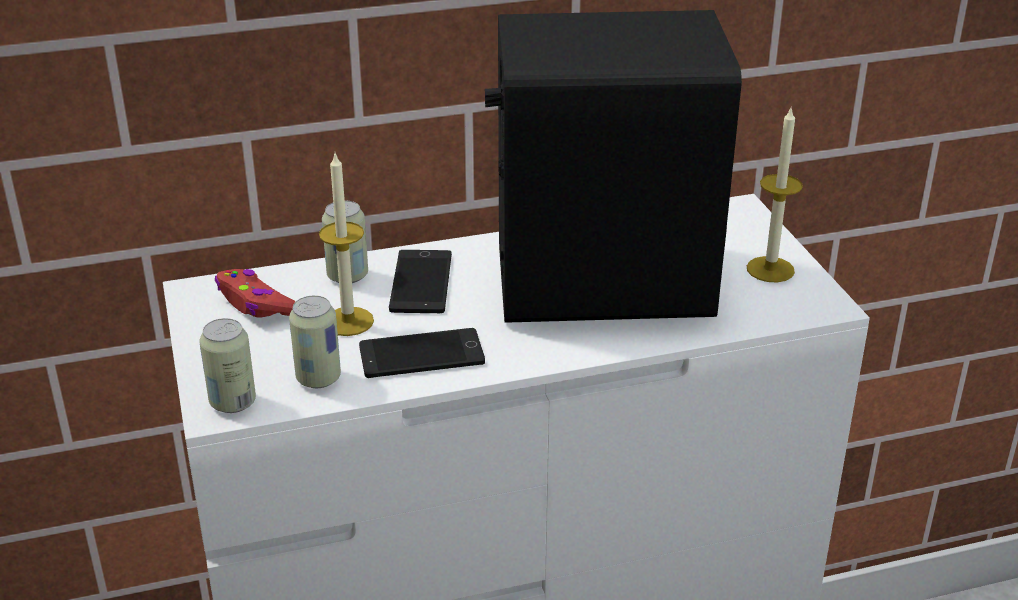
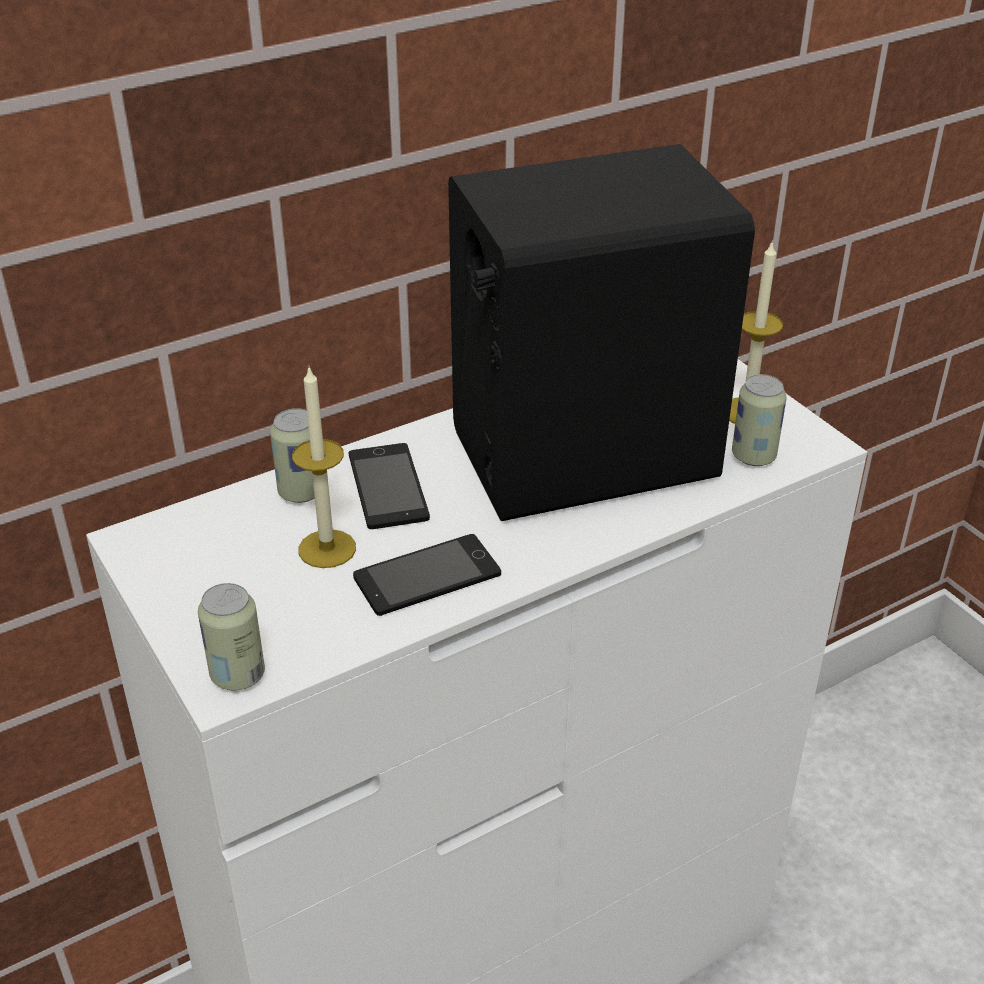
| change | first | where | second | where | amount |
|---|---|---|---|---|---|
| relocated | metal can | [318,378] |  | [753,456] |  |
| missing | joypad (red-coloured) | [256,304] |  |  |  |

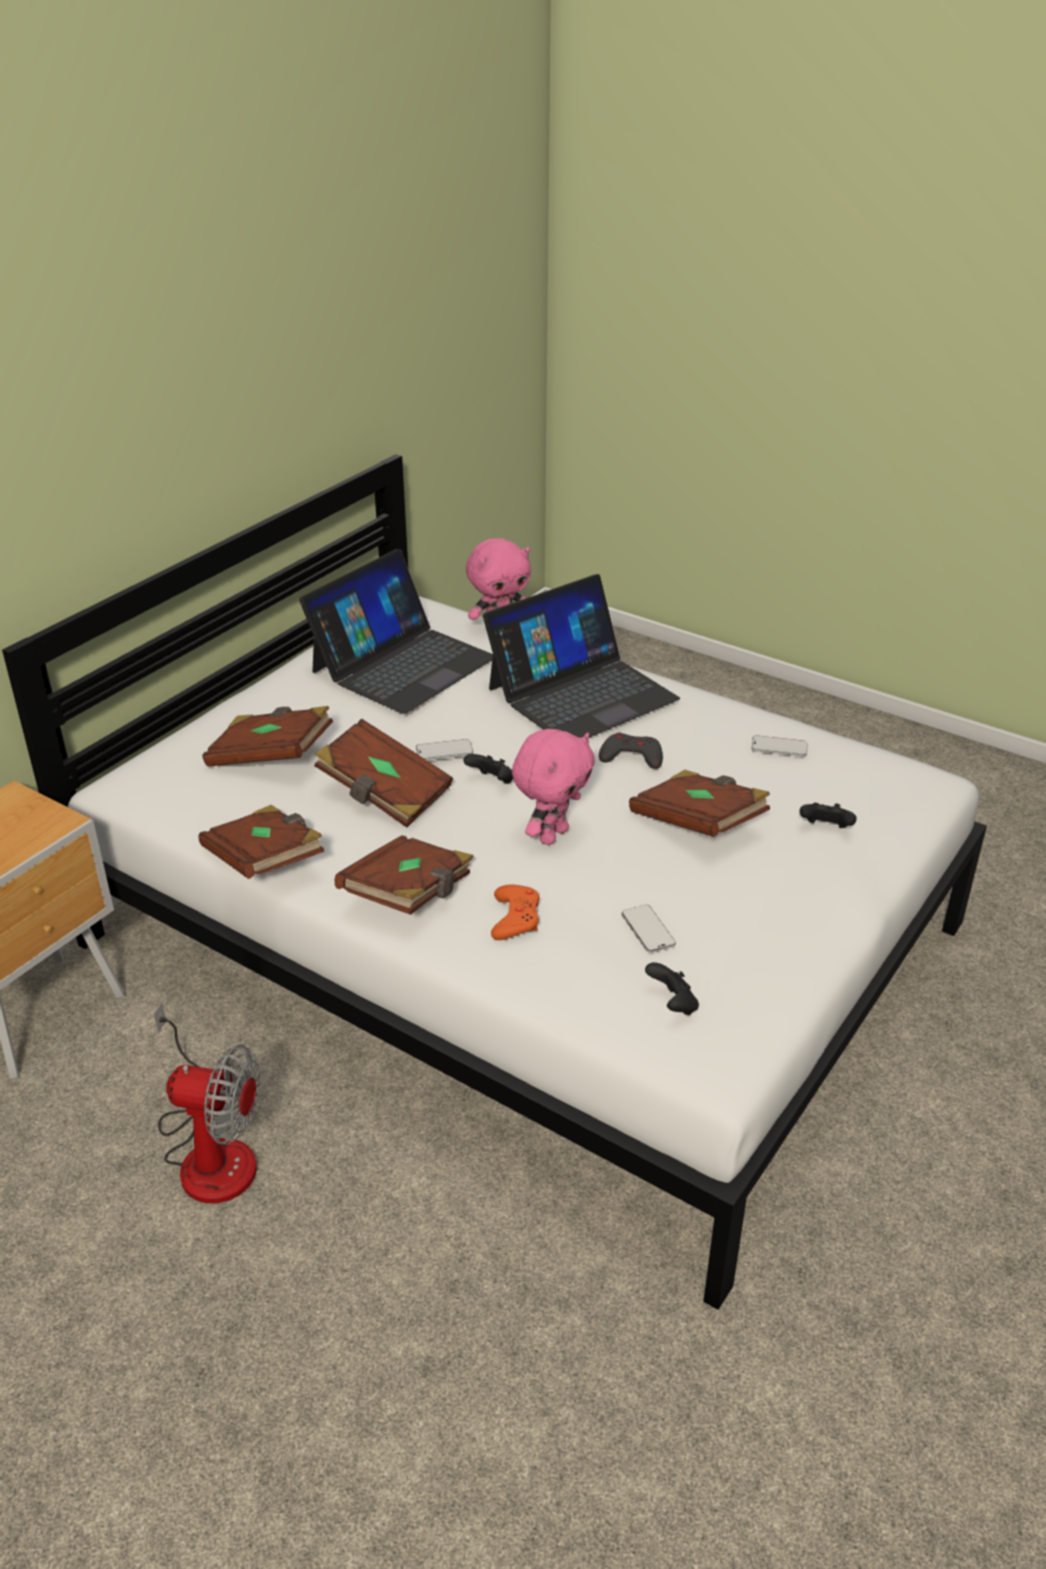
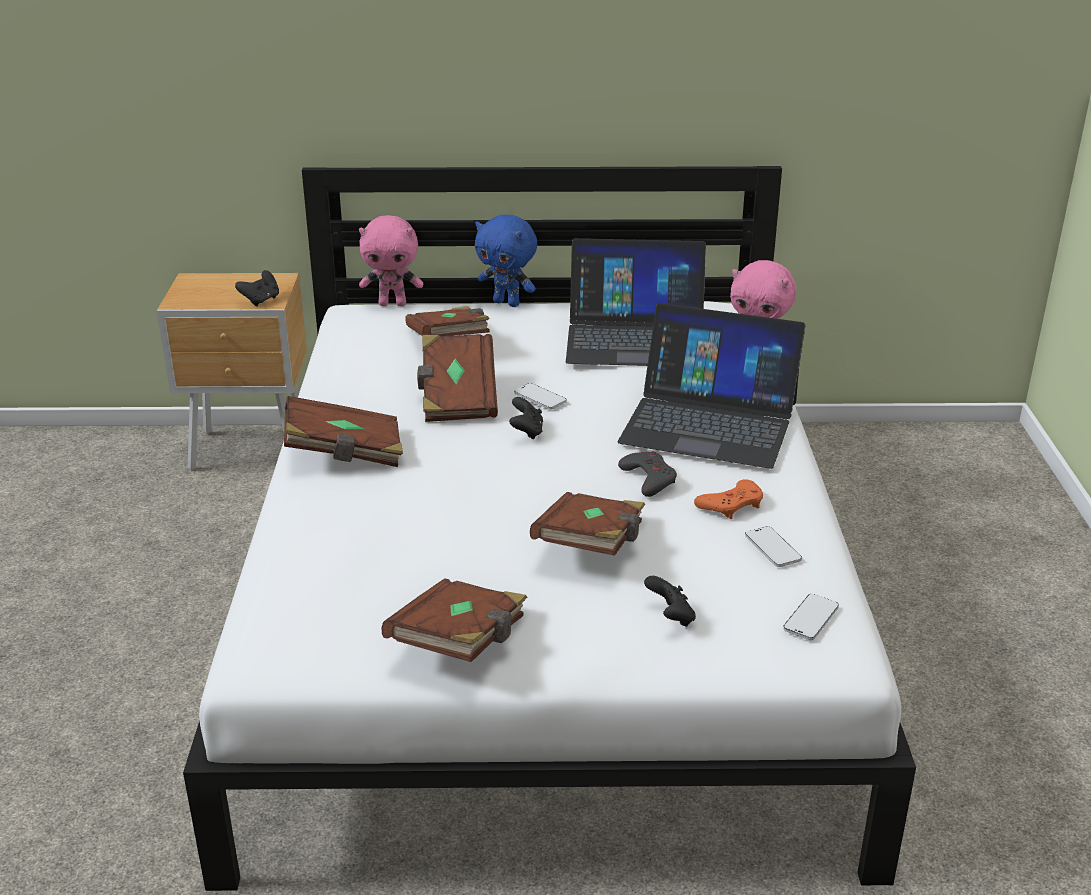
| change | first | where | second | where | amount |
|---|---|---|---|---|---|
| relocated | joypad (black) | [672,1004] |  | [261,300] |  |
| relocated | plush toy (pinkish) | [552,835] |  | [393,304] |  |
| relocated | book (brown) | [265,862] |  | [461,643] |  |
| appeared |  |  | plush toy (bluish) | [507,303] |  |
| relocated | joypad (orange-coloured) | [515,917] |  | [731,505] |  |
| relocated | telephone | [648,930] |  | [811,619] |  |
| missing | cooling fan | [211,1150] |  |  |  |

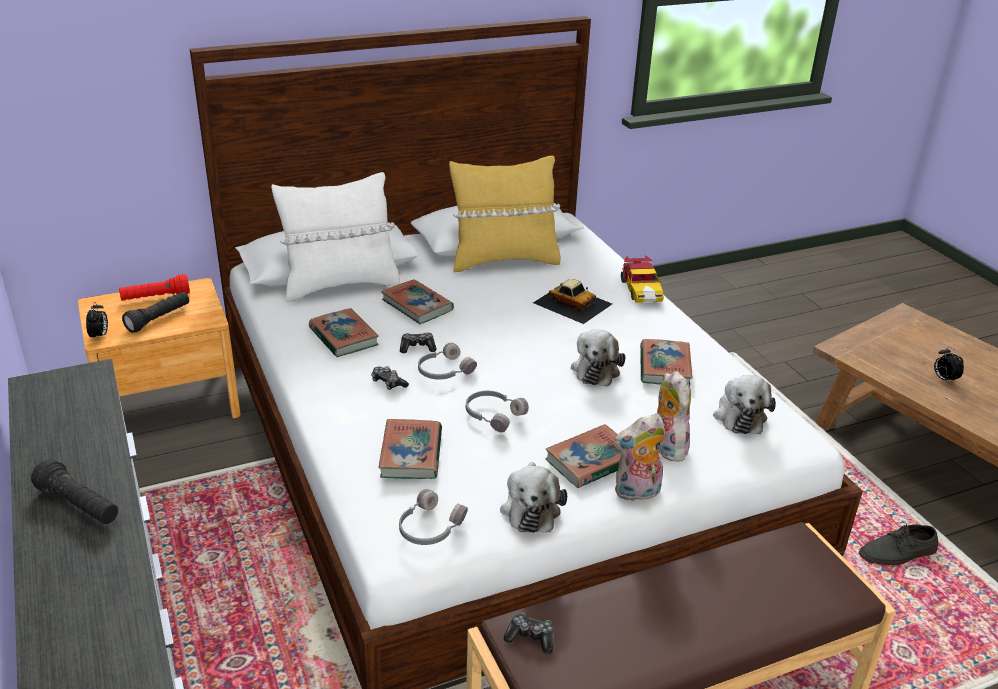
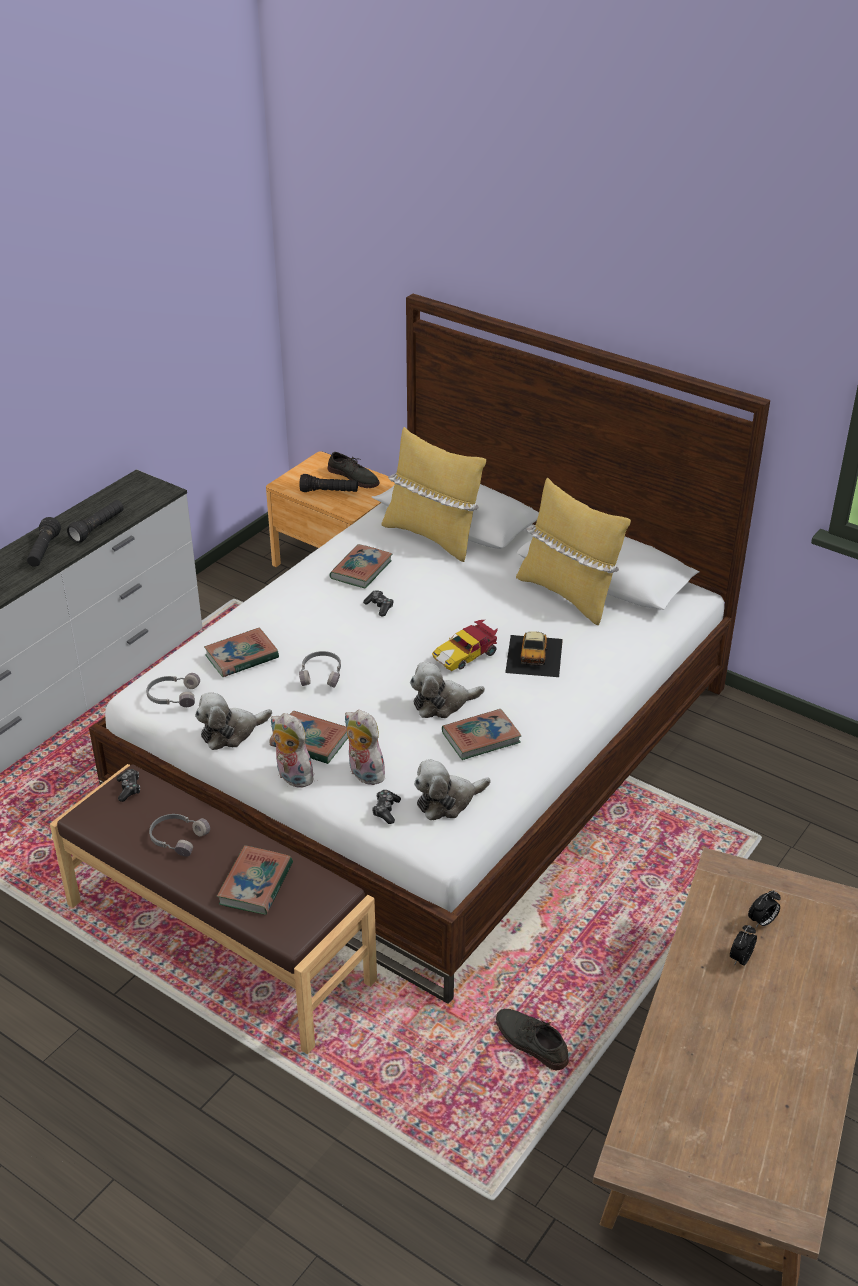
| change | first | where | second | where | amount |
|---|---|---|---|---|---|
| appeared |  |  | torch (black) | [98,528] |  |
| relocated | pair of headphones (greyish) | [444,370] |  | [177,838] |  |
| relocated | book | [417,305] |  | [255,884] |  |
| exchanged | torch (red-coloured) | [156,298] | low shoe (greyish) | [354,477] |  |
| spun | plush toy | [666,447] |  | [363,774] | 90 degrees counterclockwise |
| relocated | joypad | [388,383] |  | [386,810] |  |
| colour | throw pillow (white) | [340,285] | throw pillow (yellow) | [432,536] |  |
| relocated | miniature car | [641,290] |  | [466,655] |  |
| relocated | alarm clock | [100,336] |  | [762,922] |  |

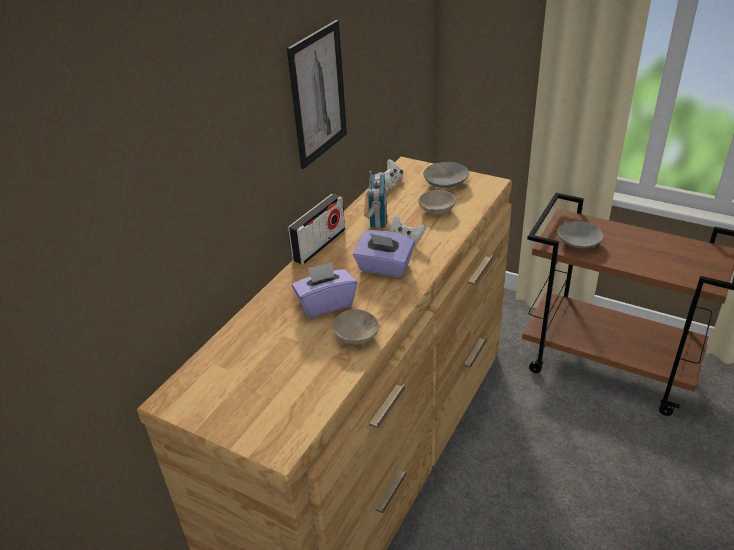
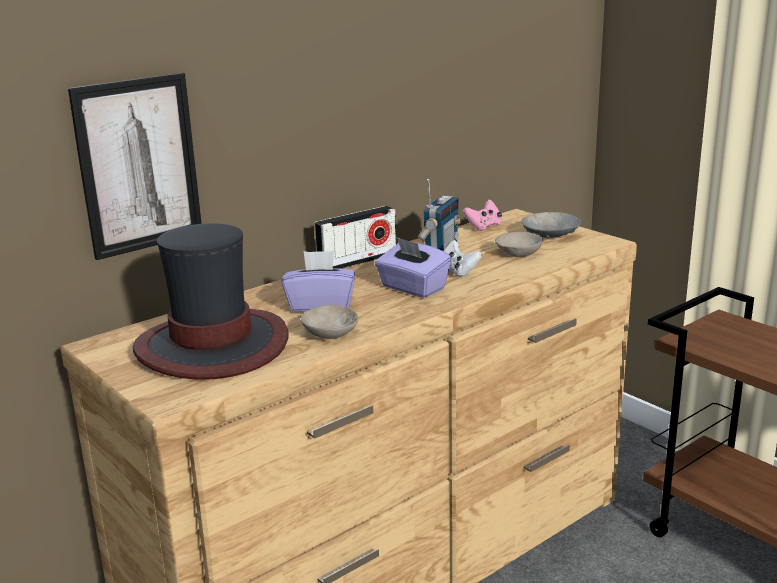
| change | first | where | second | where | amount |
|---|---|---|---|---|---|
| relocated | wall art | [318,95] |  | [138,165] |  |
| appeared |  |  | hat | [213,346] |  |
| colour | joypad (white) | [390,183] | joypad (pinkish) | [483,227] |  |
| missing | bowl (greyish) | [578,242] |  |  |  |

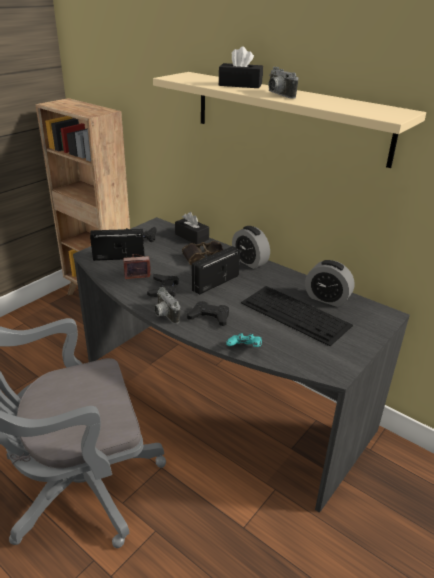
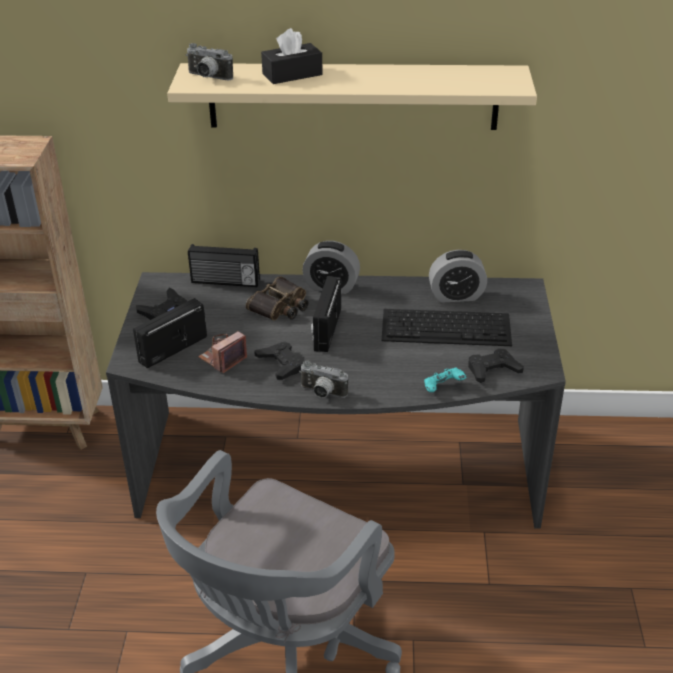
| change | first | where | second | where | amount |
|---|---|---|---|---|---|
| relocated | photo camera | [277,95] |  | [208,77] |  |
| exchanged | tissue box (black) | [191,237] | radio set | [225,282] |  |
| relocated | joypad (black) | [209,317] |  | [493,370] |  |

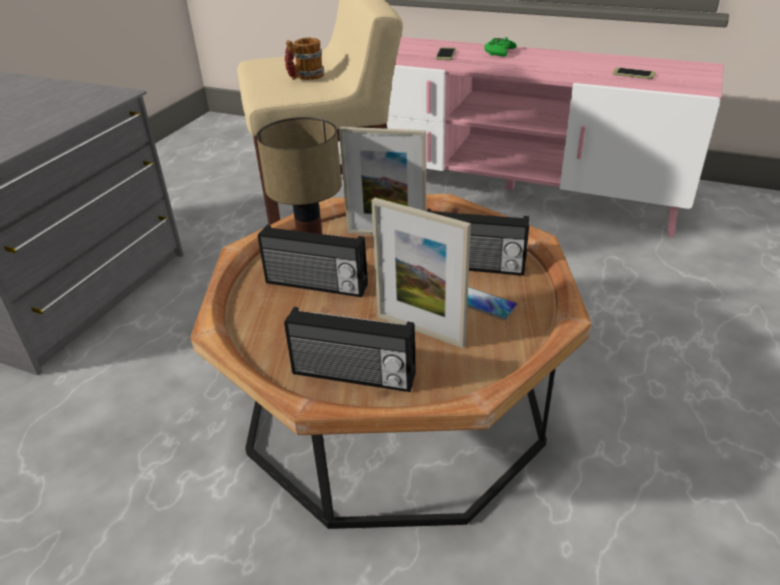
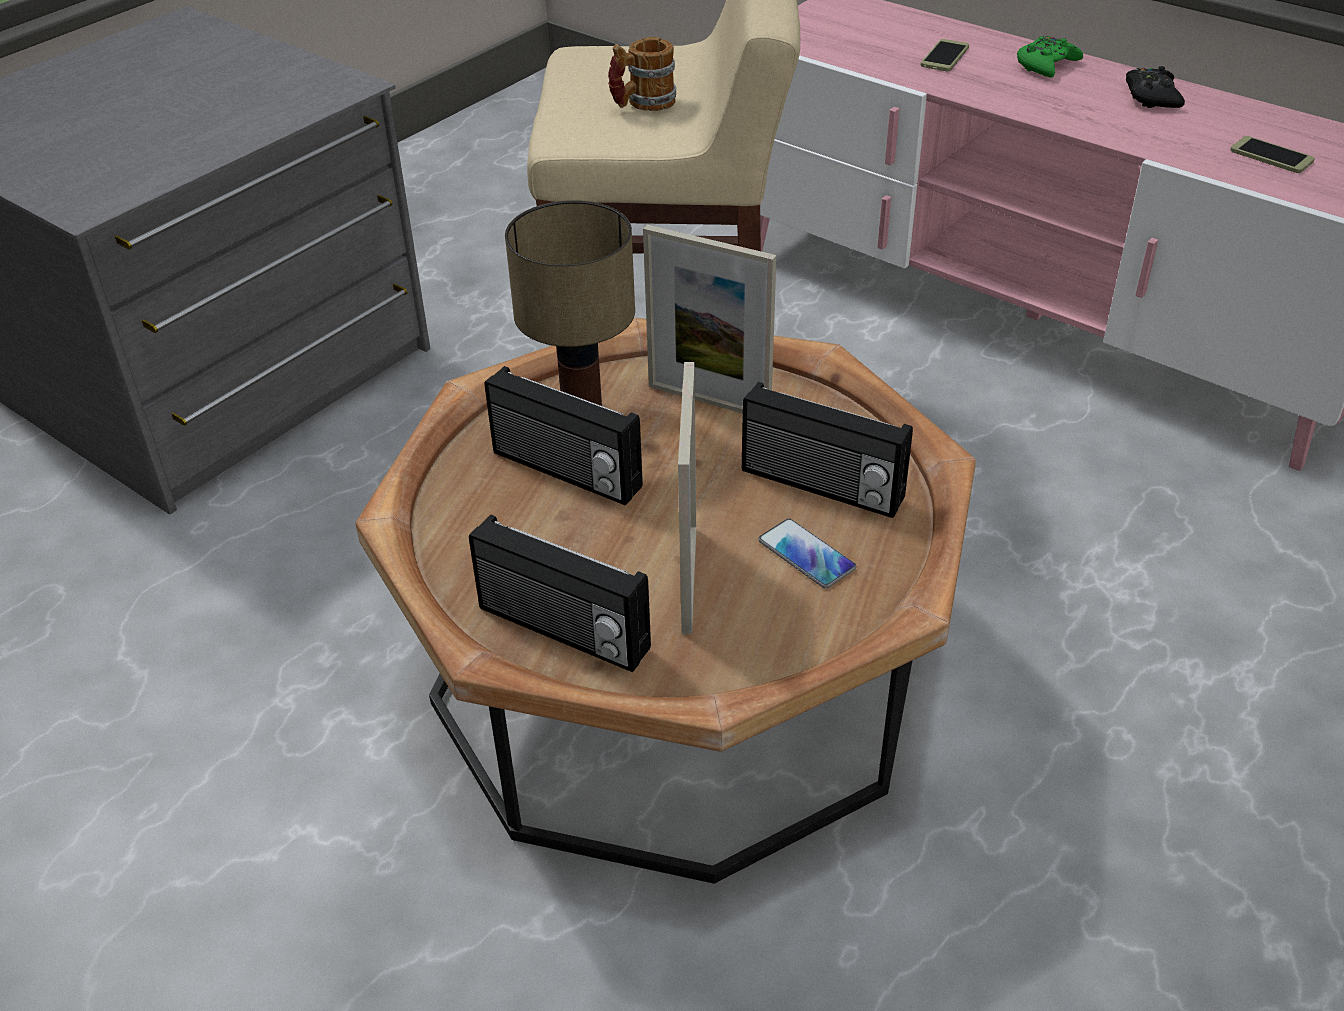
| change | first | where | second | where | amount |
|---|---|---|---|---|---|
| spun | picture frame | [420,330] |  | [689,578] | 135 degrees counterclockwise |
| appeared |  |  | joypad (black) | [1151,97] |  |

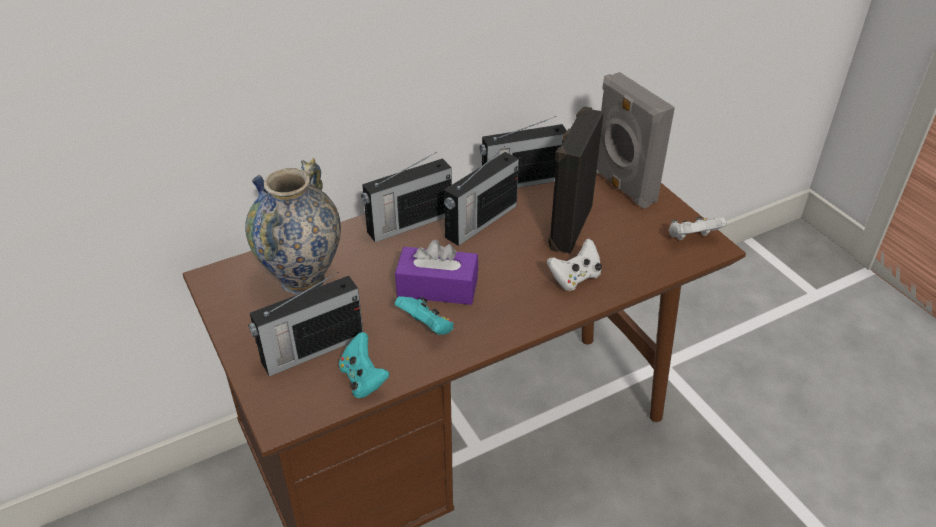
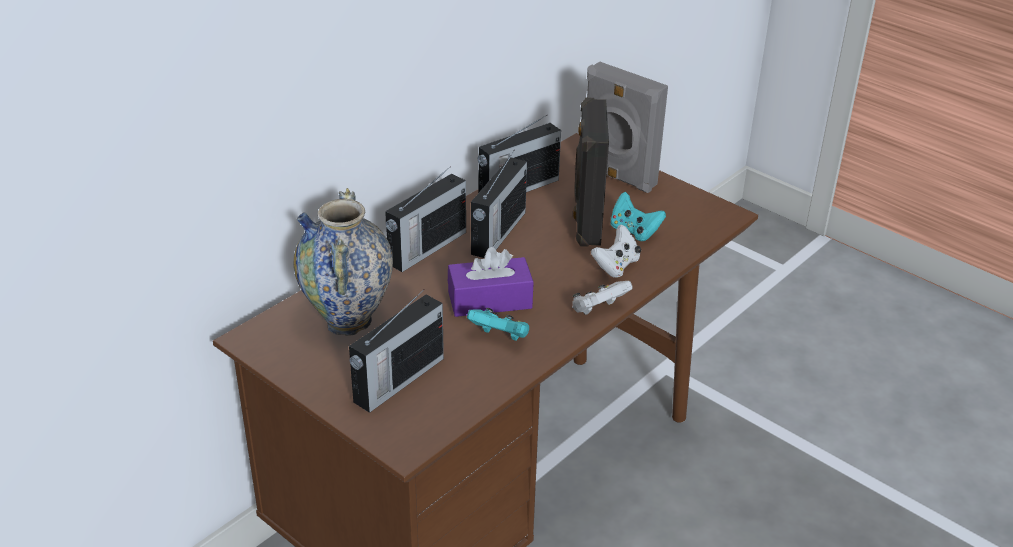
| change | first | where | second | where | amount |
|---|---|---|---|---|---|
| relocated | joypad (white) | [692,238] |  | [598,310] |  |
| relocated | joypad (turquoise) | [363,379] |  | [634,231] |  |

